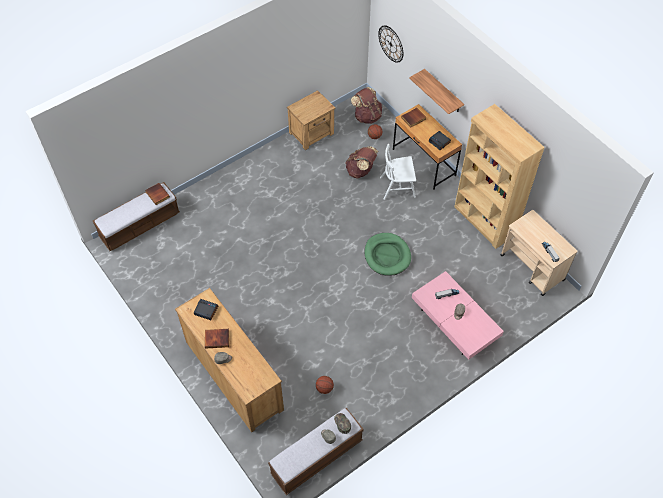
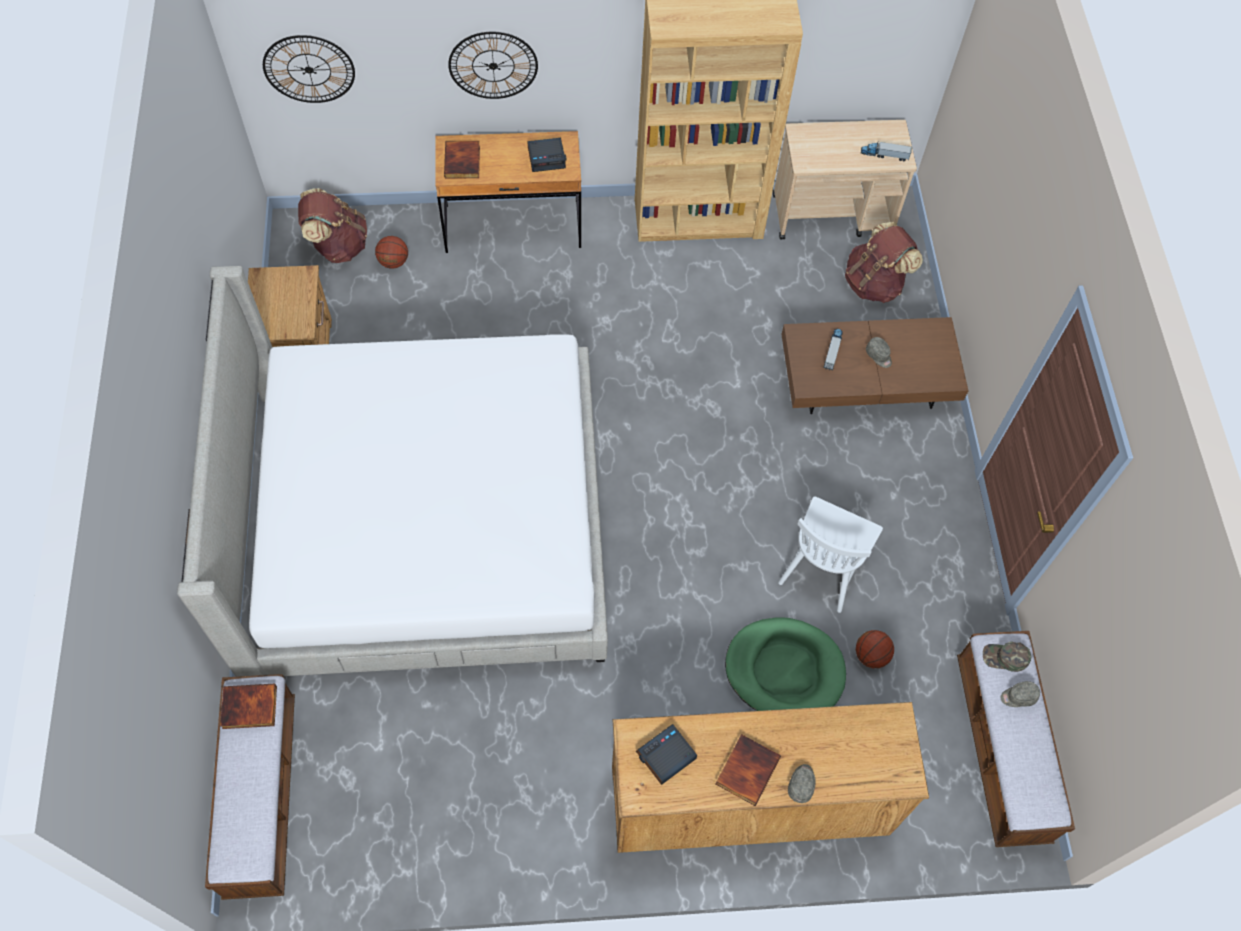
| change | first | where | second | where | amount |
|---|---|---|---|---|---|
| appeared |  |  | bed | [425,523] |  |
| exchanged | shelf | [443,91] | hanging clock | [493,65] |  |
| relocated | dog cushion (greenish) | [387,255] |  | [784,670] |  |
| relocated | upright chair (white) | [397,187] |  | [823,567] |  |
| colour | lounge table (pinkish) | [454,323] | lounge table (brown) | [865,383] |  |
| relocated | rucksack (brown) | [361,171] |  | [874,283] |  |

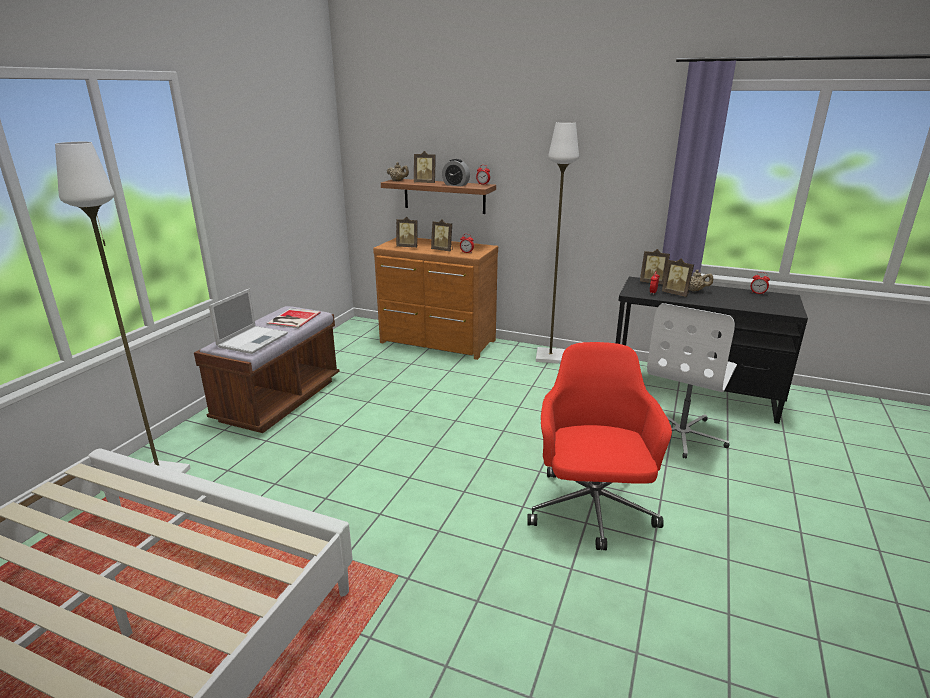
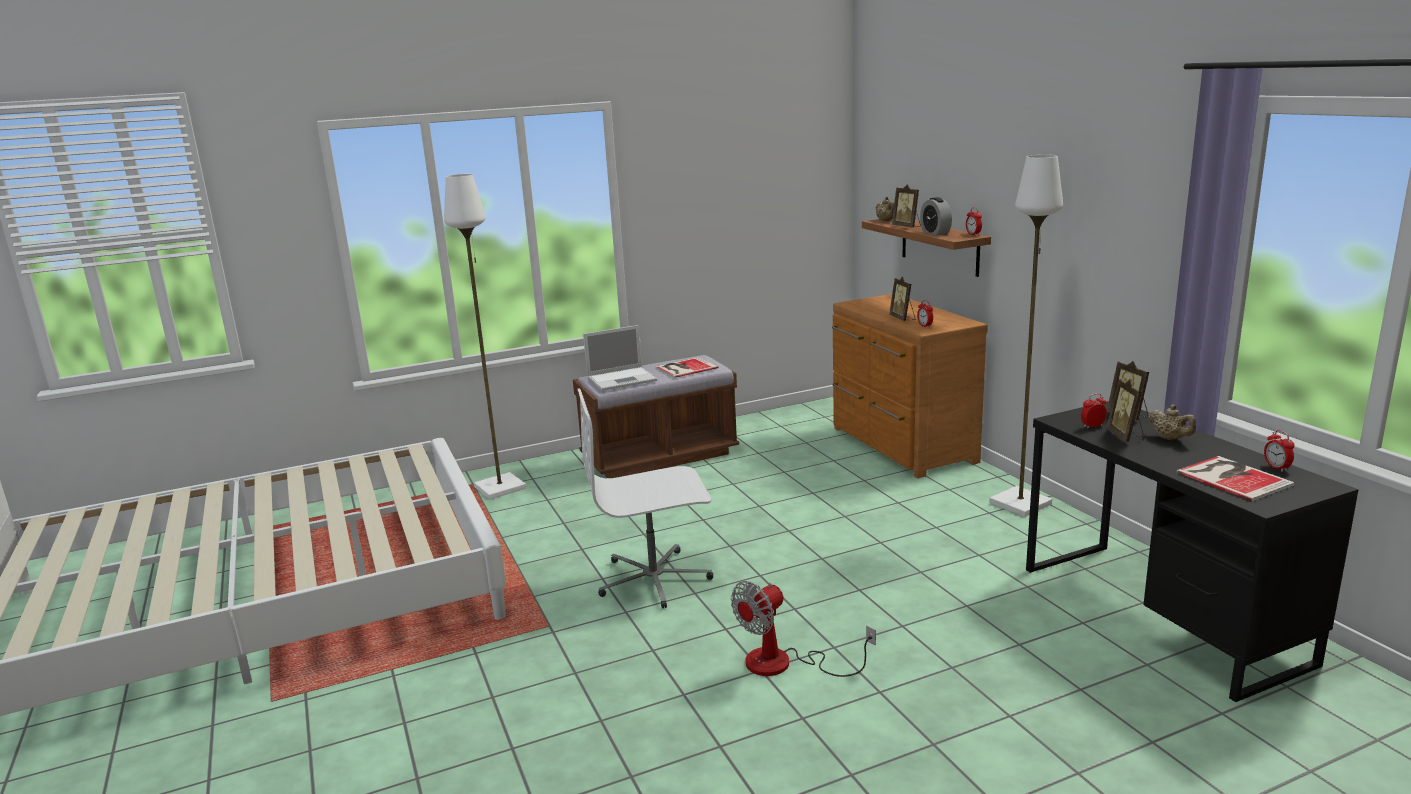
| change | first | where | second | where | amount |
|---|---|---|---|---|---|
| relocated | office chair (white) | [682,434] |  | [654,579] |  |
| exchanged | office chair (red-coloured) | [591,511] | cooling fan | [784,664] |  |
| appeared |  |  | book | [1233,477] |  |
| missing | picture frame | [408,247] |  |  |  |

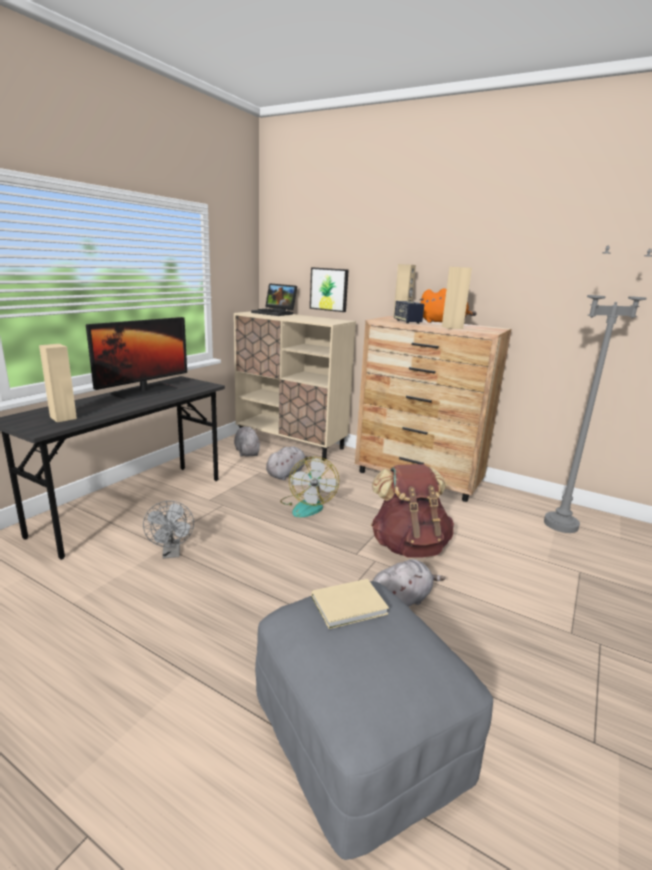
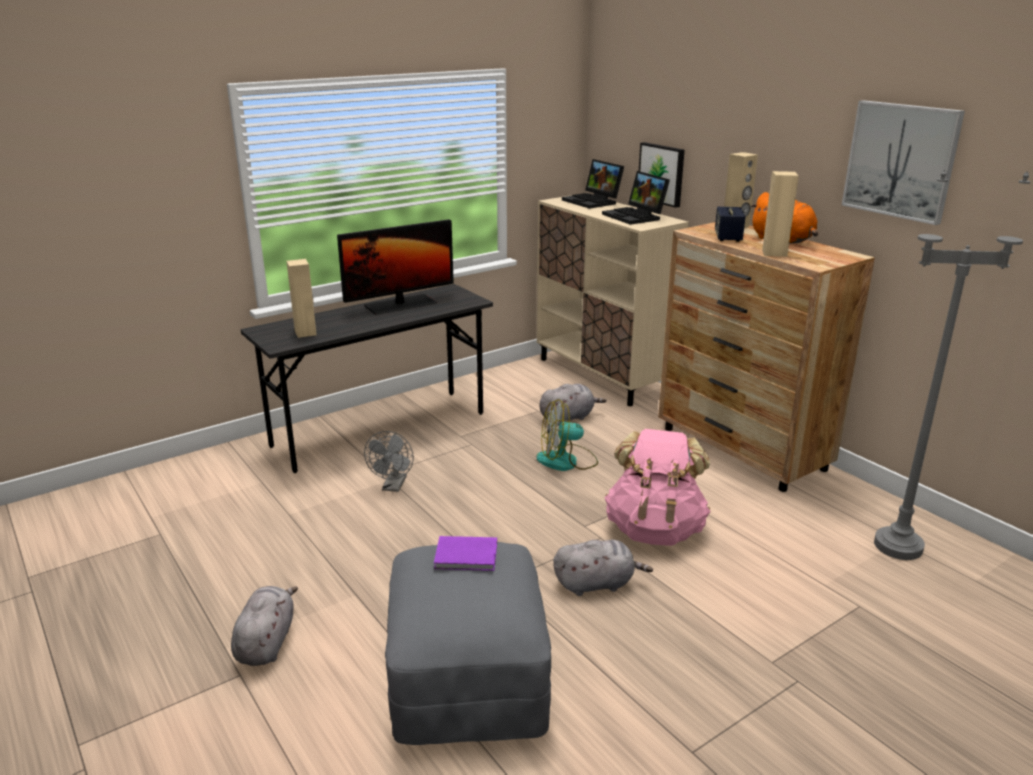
| change | first | where | second | where | amount |
|---|---|---|---|---|---|
| relocated | plush toy (greyish) | [247,452] |  | [266,642] |  |
| colour | book (beige-coloured) | [351,606] | book (purple-coloured) | [468,556] |  |
| spun | cooling fan | [307,505] |  | [567,461] | 60 degrees clockwise |
| appeared |  |  | laptop | [636,216] |  |
| colour | rucksack (brown) | [408,545] | rucksack (pinkish) | [655,529] |  |
| appeared |  |  | wall art | [901,161] |  |

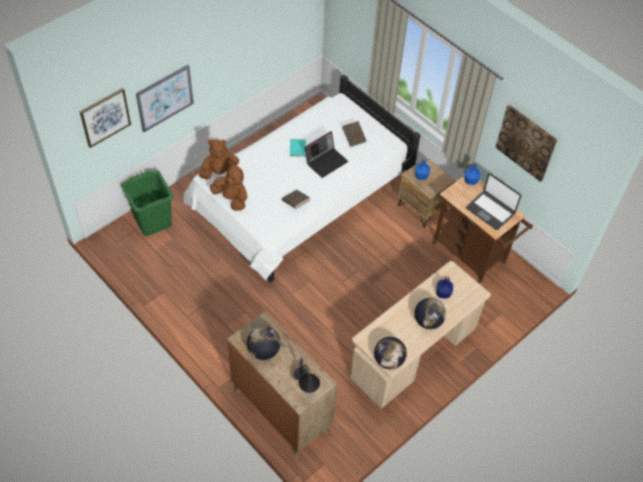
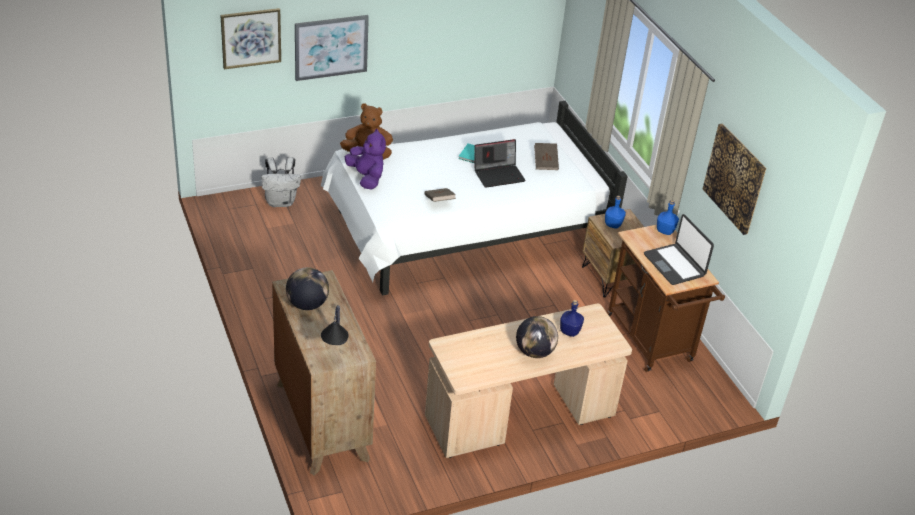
| change | first | where | second | where | amount |
|---|---|---|---|---|---|
| exchanged | laundry basket (greenish) | [153,221] | rucksack (white) | [281,202] |  |
| colour | plush toy (brown) | [231,199] | plush toy (purple-coloured) | [367,178] |  |
| missing | world globe | [388,360] |  |  |  |

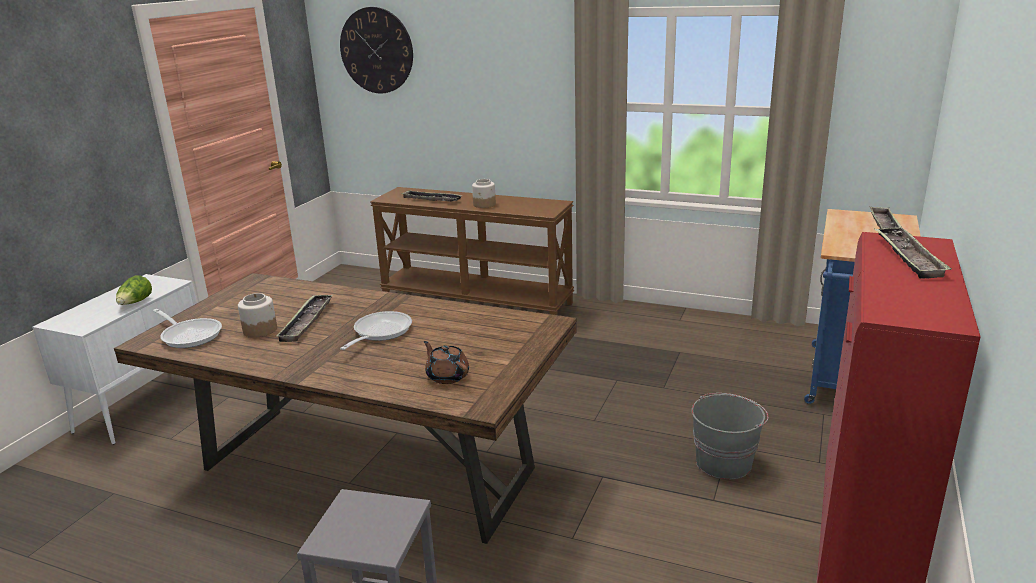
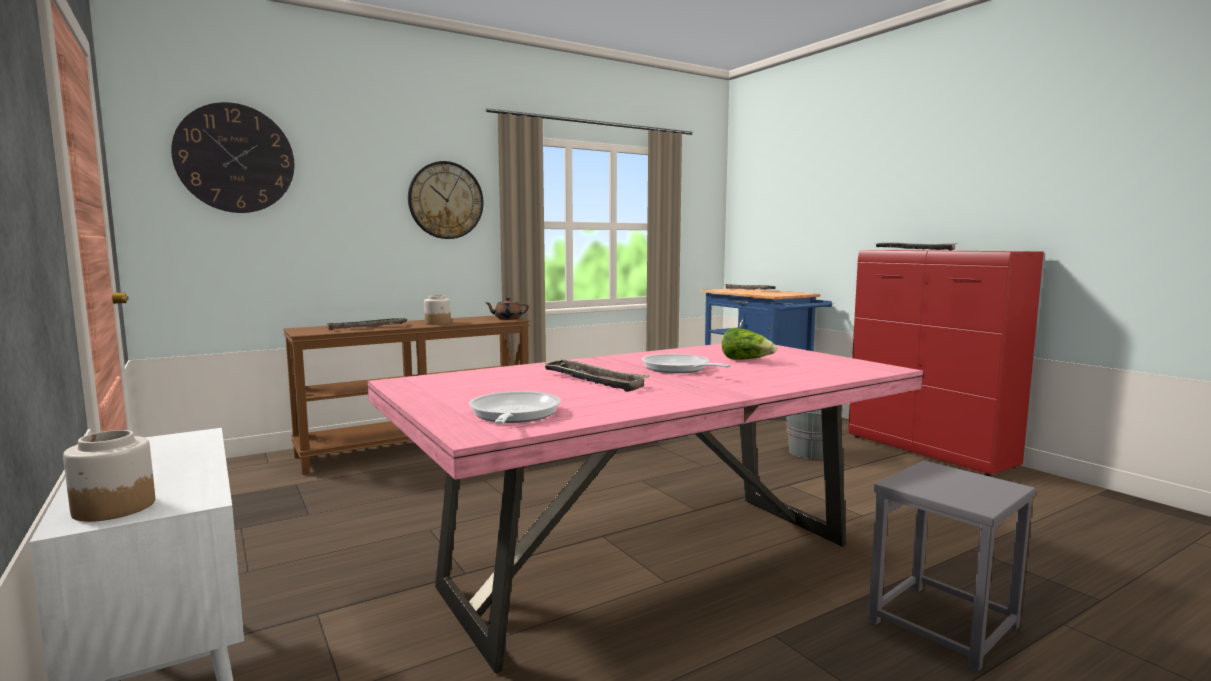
| change | first | where | second | where | amount |
|---|---|---|---|---|---|
| relocated | preserve jar | [260,330] |  | [113,507] |  |
| colour | kitchen table (brown) | [366,470] | kitchen table (pinkish) | [653,567] |  |
| appeared |  |  | hanging clock | [446,200] |  |
| spun | pan | [190,335] |  | [513,415] | 75 degrees counterclockwise |
| relocated | pot for tea (brown) | [447,376] |  | [507,319] |  |
| relocated | lettuce head | [135,303] |  | [747,360] |  |

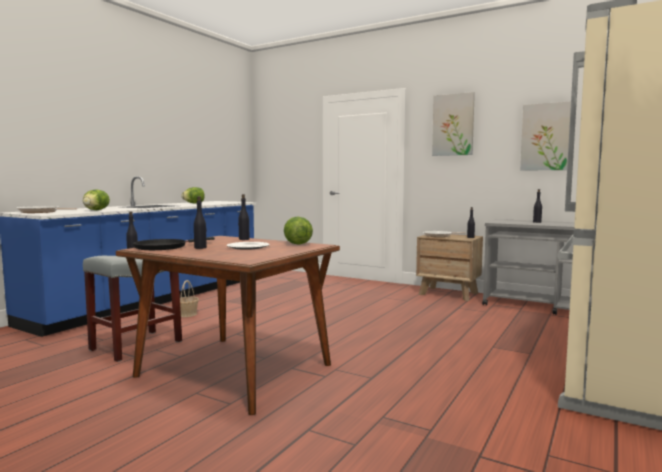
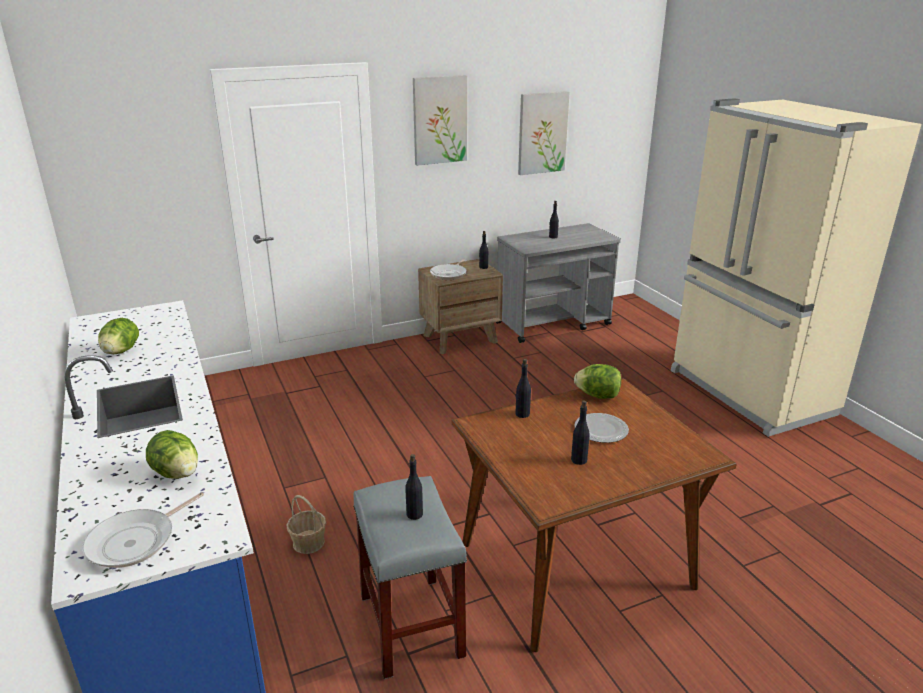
| change | first | where | second | where | amount |
|---|---|---|---|---|---|
| missing | pan (black) | [164,247] |  |  |  |

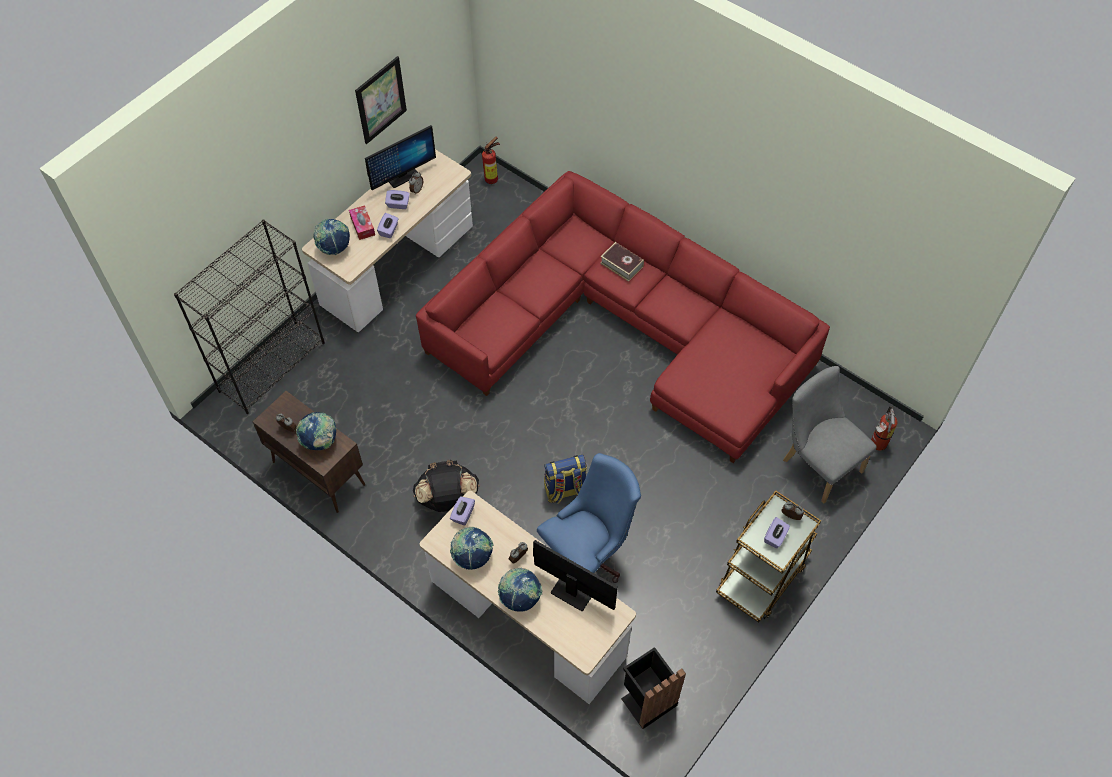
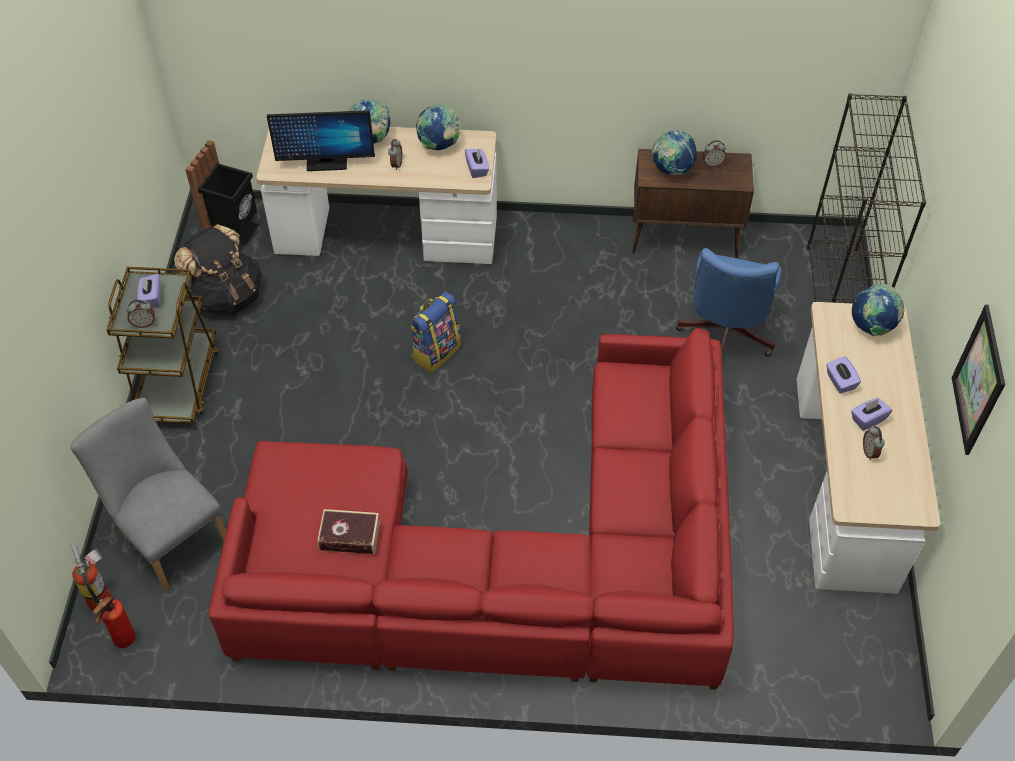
| change | first | where | second | where | amount |
|---|---|---|---|---|---|
| spun | upright chair (greyish) | [817,462] |  | [170,535] | 150 degrees counterclockwise |
| relocated | fire-fighting cylinder | [493,179] |  | [122,642] |  |
| relocated | rucksack (black) | [448,499] |  | [227,296] |  |
| relocated | book | [621,265] |  | [349,536] |  |
| relocated | office chair (bluish) | [588,554] |  | [724,337] |  |
| missing | tissue box | [362,226] |  |  |  |
| missing | monitor | [402,177] |  |  |  |

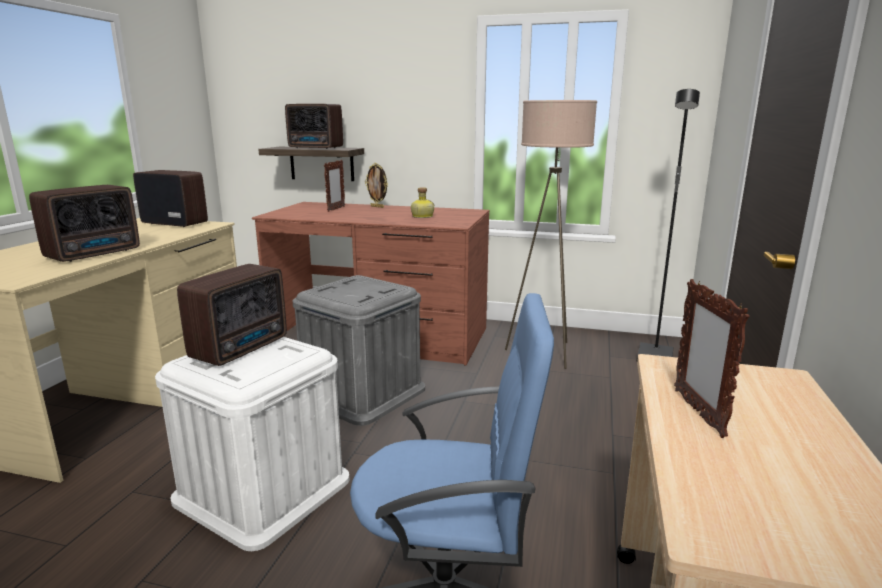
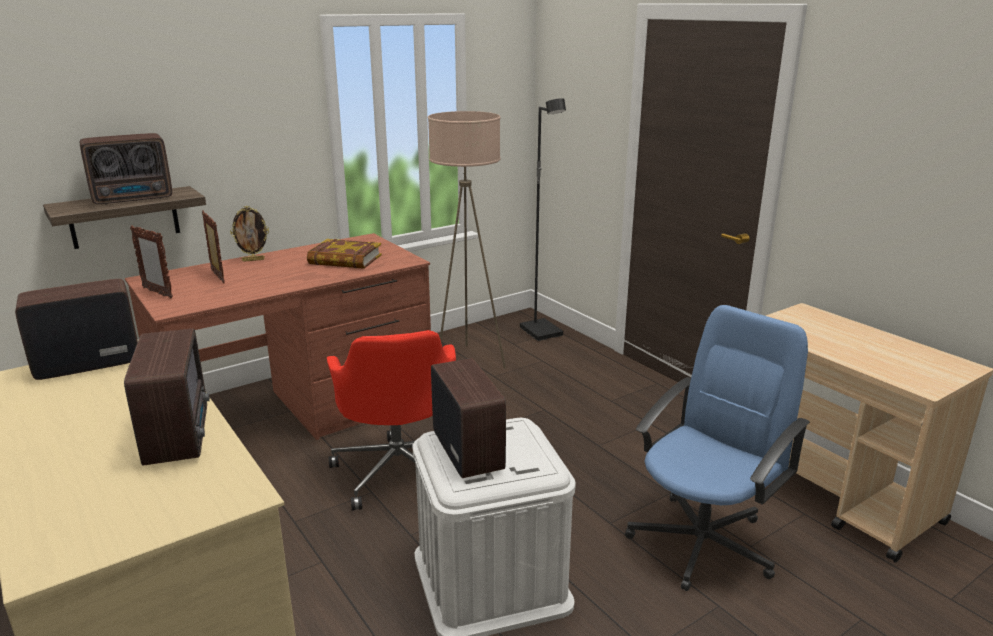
| change | first | where | second | where | amount |
|---|---|---|---|---|---|
| relocated | picture frame | [698,412] |  | [157,293] |  |
| exchanged | beverage bottle | [421,216] | book | [345,260] |  |
| exchanged | storage box (greyish) | [362,392] | office chair (red-coloured) | [399,469] |  |

